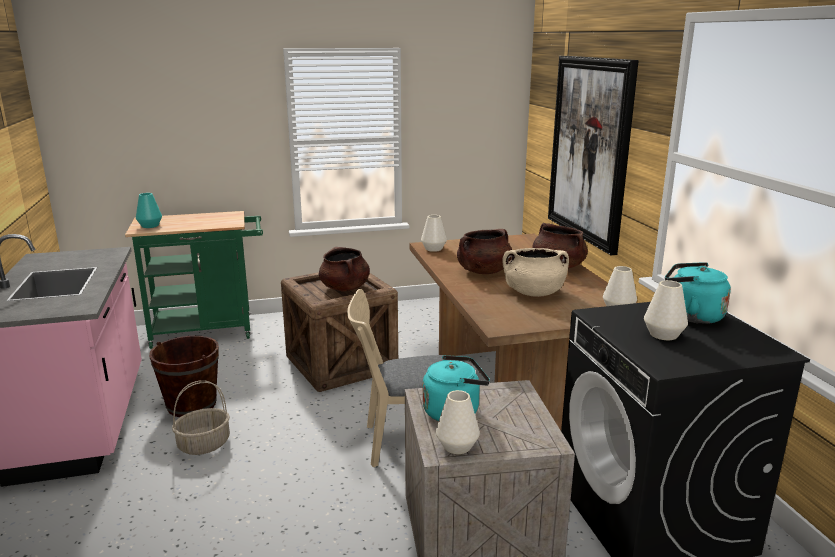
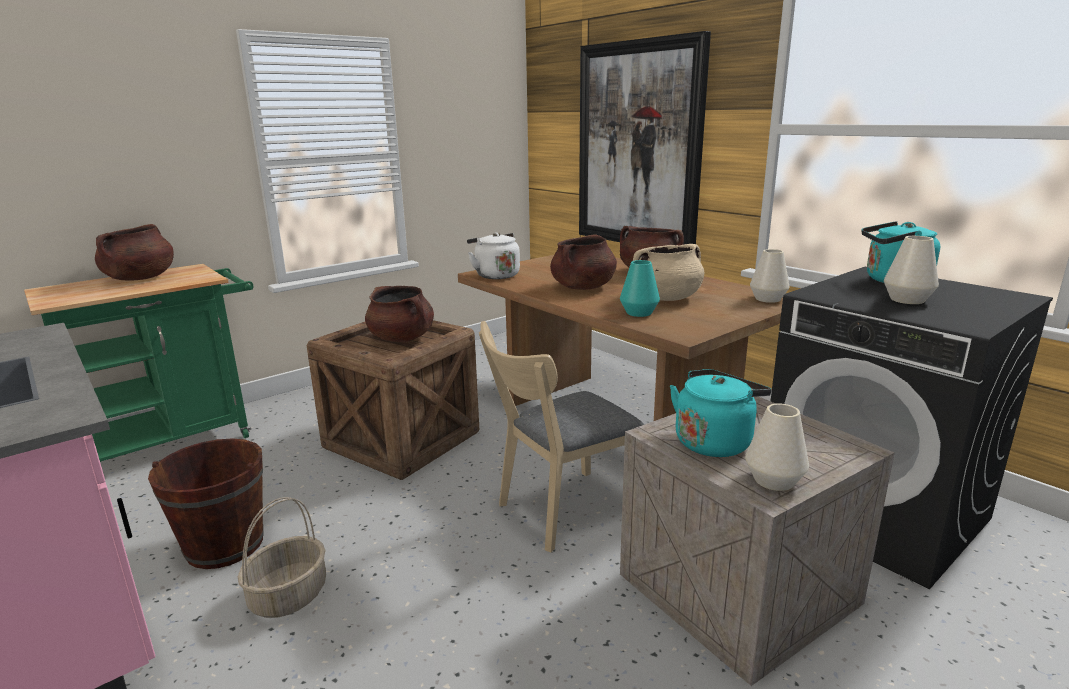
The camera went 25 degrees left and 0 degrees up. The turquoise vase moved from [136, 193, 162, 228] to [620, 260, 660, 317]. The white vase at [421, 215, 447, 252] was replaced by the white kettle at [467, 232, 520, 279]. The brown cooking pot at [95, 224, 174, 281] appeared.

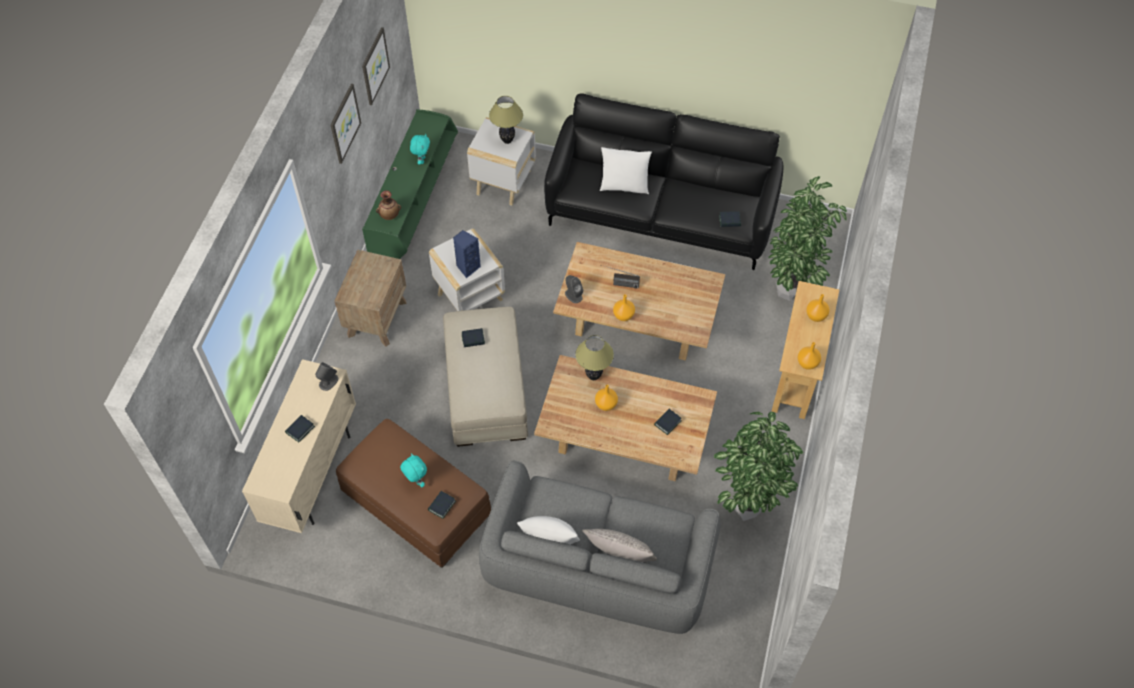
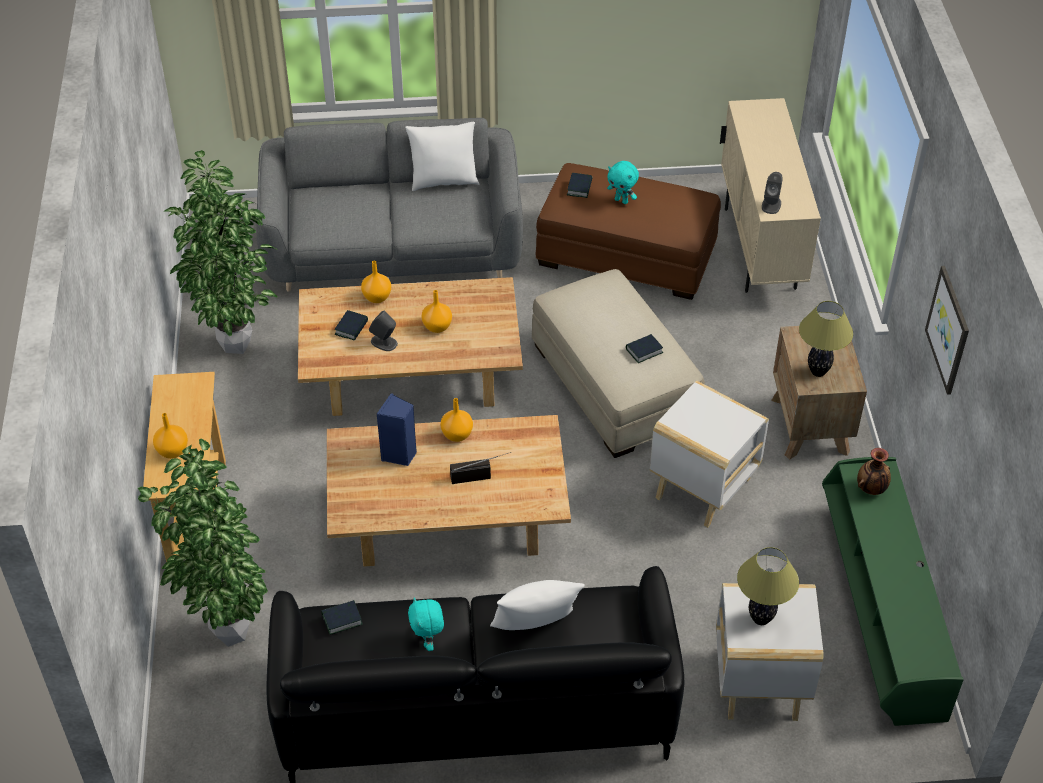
The camera went 160 degrees right and 10 degrees down. The book at [285, 415, 315, 442] disappeared. The picture at [362, 27, 390, 105] disappeared. The turquoise plush toy moved from [410, 134, 430, 164] to [408, 597, 444, 651]. The blue speaker moved from [453, 230, 481, 278] to [377, 393, 417, 466]. The grey speaker moved from [565, 275, 583, 303] to [369, 310, 398, 351]. The table lamp moved from [575, 335, 614, 380] to [799, 301, 853, 377]. The grey pillow at [582, 529, 657, 562] disappeared. The orange vase moved from [797, 342, 821, 370] to [361, 260, 391, 303].

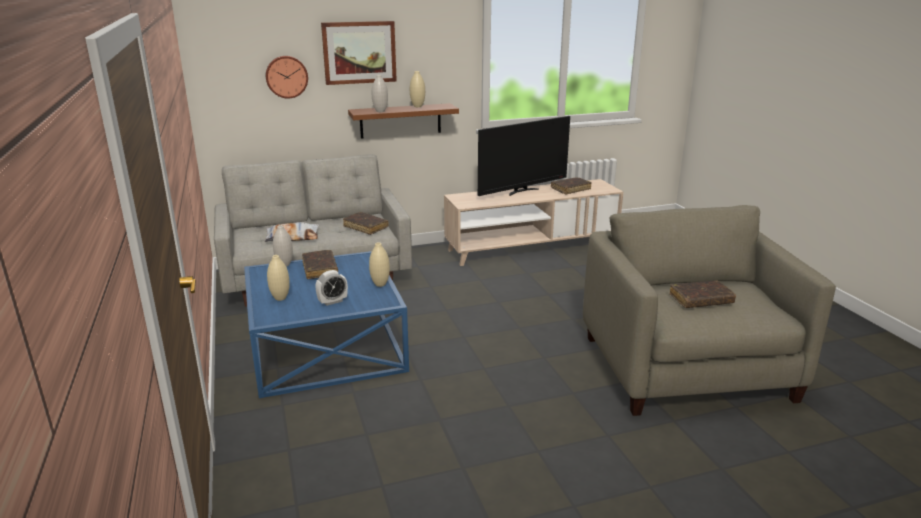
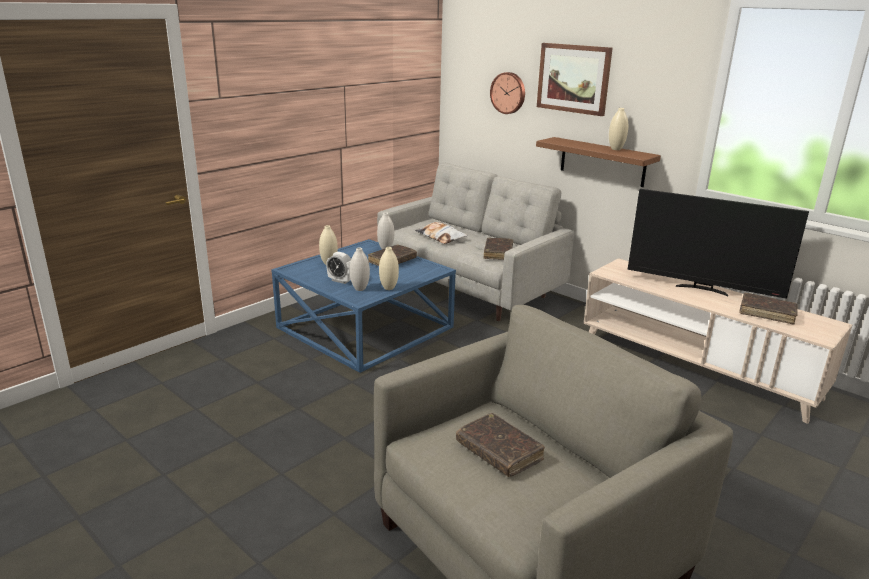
The camera went 60 degrees right and 0 degrees up. The white vase moved from [372, 75, 388, 112] to [350, 247, 370, 291].

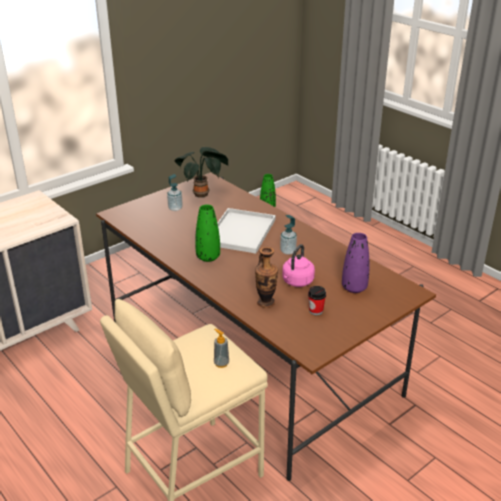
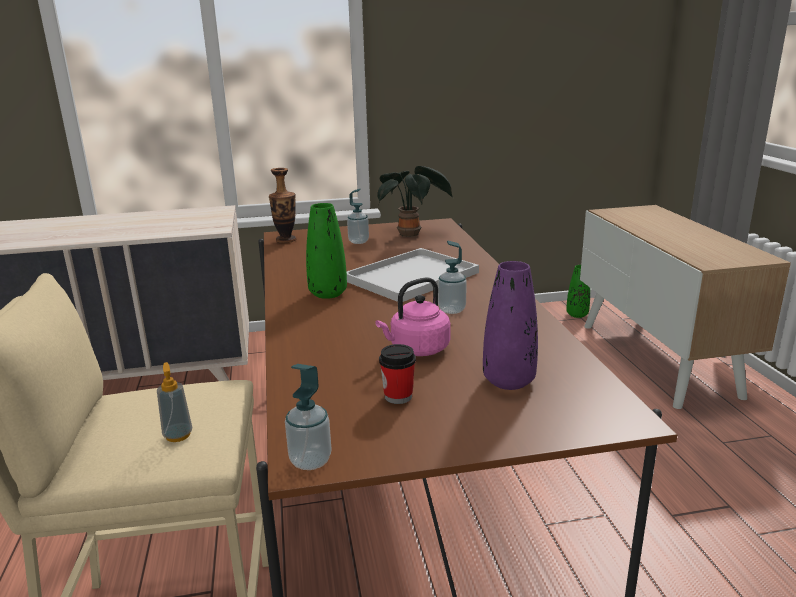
The camera went 30 degrees right and 10 degrees down. The vase moved from [255, 247, 278, 308] to [269, 168, 296, 243]. The soap dispenser at [285, 364, 332, 470] appeared. The cabinet at [580, 205, 791, 409] appeared.

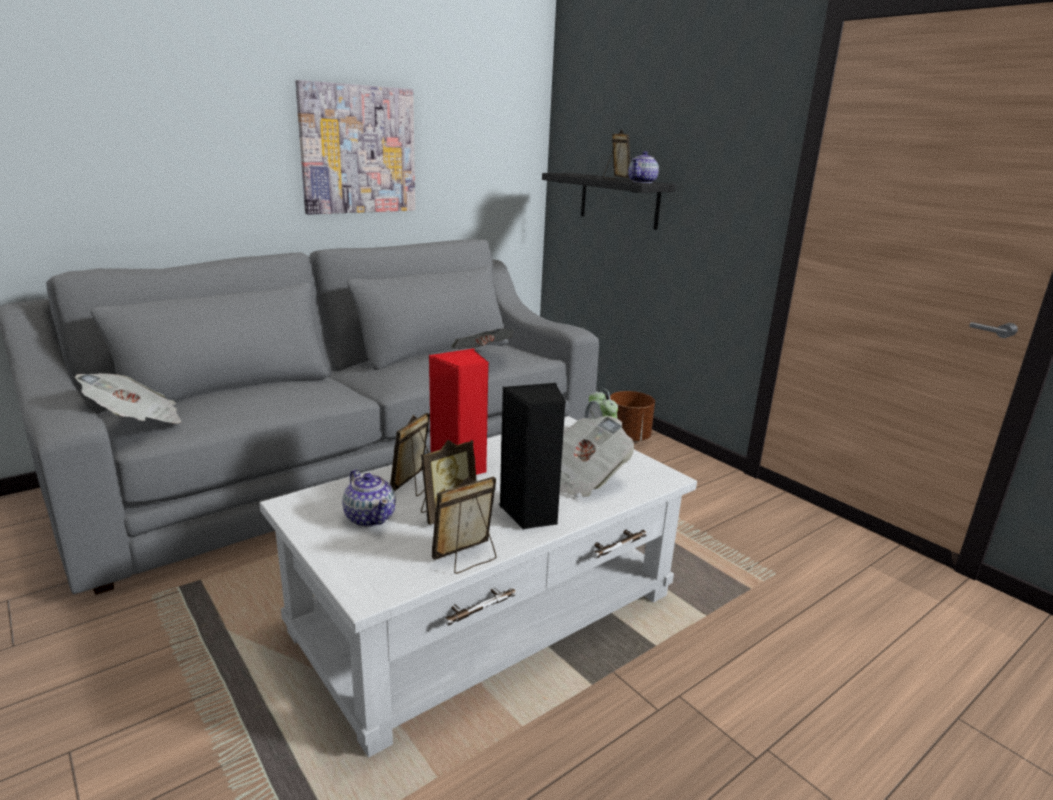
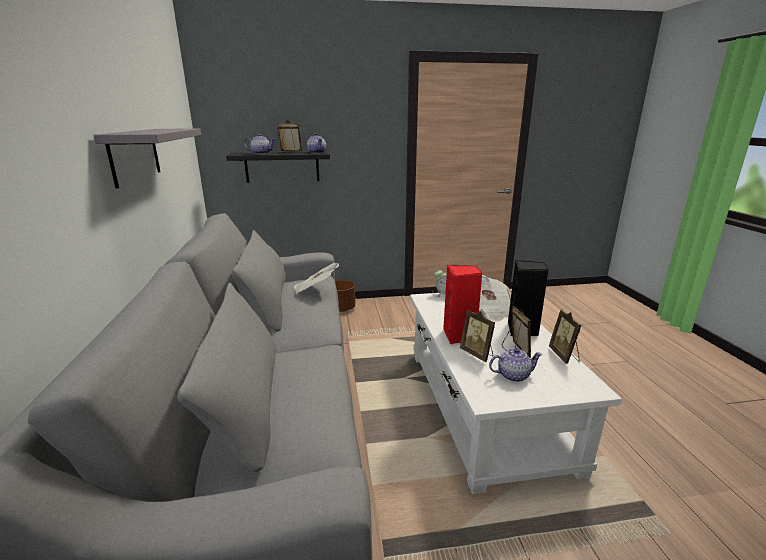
The camera went 60 degrees left and 0 degrees up. The newspaper at [75, 373, 181, 423] disappeared. The picture at [295, 80, 415, 215] was replaced by the grey shelf at [93, 128, 201, 189]. The teapot at [244, 134, 275, 154] appeared.

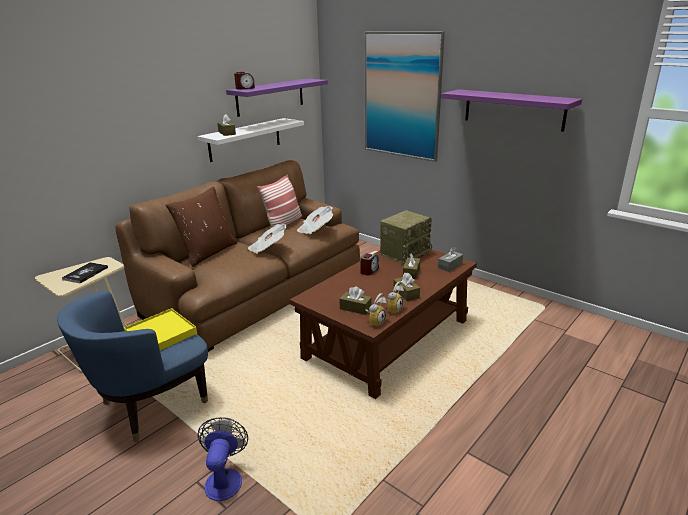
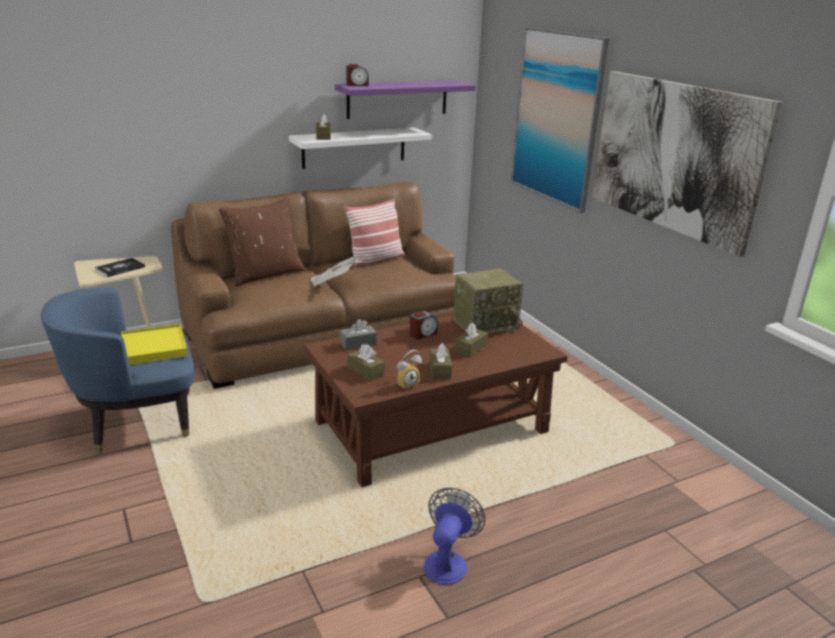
The camera went 20 degrees right and 0 degrees up. The fan moved from [198, 417, 248, 501] to [424, 488, 485, 585]. The newspaper at [297, 206, 333, 234] disappeared. The alarm clock at [365, 293, 387, 326] disappeared. The grey tissue box moved from [438, 247, 463, 272] to [340, 319, 377, 350]. The purple shelf at [441, 89, 582, 132] was replaced by the picture at [592, 71, 782, 257].

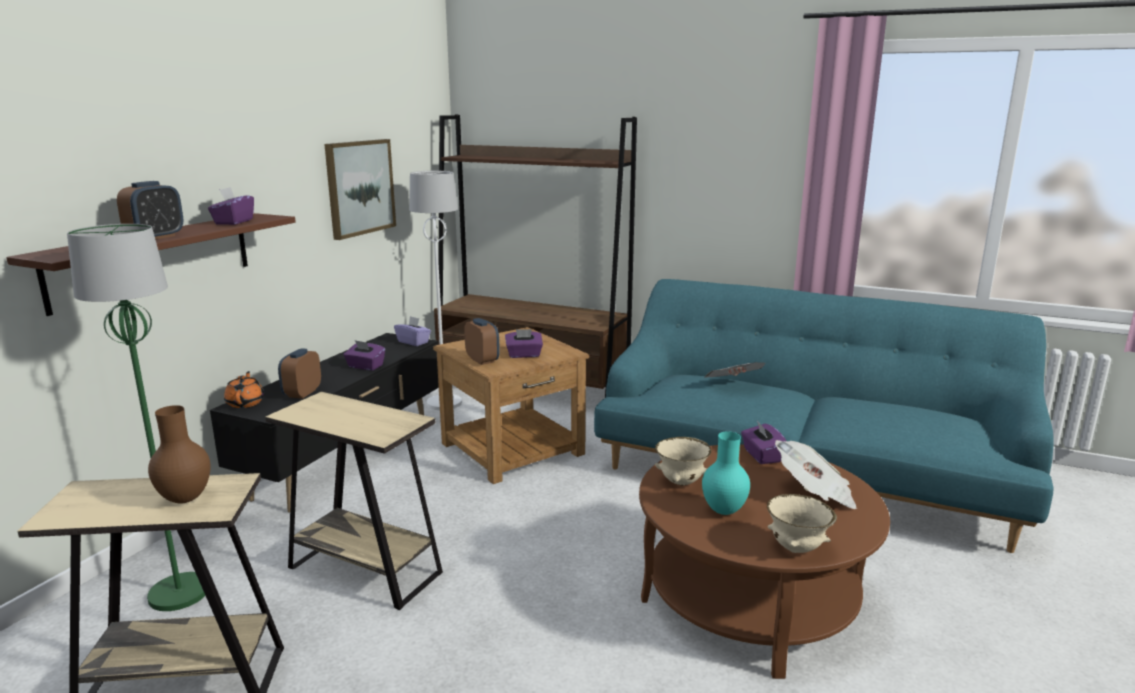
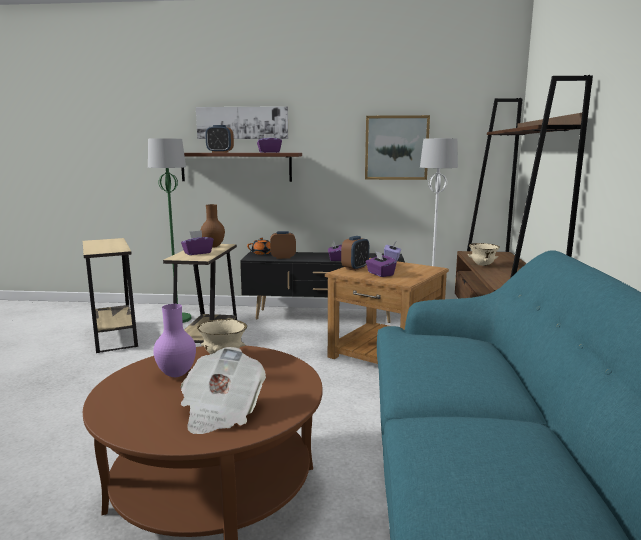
The camera went 70 degrees right and 5 degrees down. The brown vase moved from [148, 405, 210, 504] to [201, 204, 225, 248]. The turquoise vase at [702, 431, 750, 515] became the purple vase at [153, 304, 196, 377]. The newspaper at [705, 362, 766, 377] disappeared. The purple tissue box moved from [741, 421, 786, 464] to [181, 230, 214, 255]. The beige bowl moved from [767, 494, 837, 553] to [468, 243, 500, 266]. The picture at [196, 106, 288, 139] appeared.

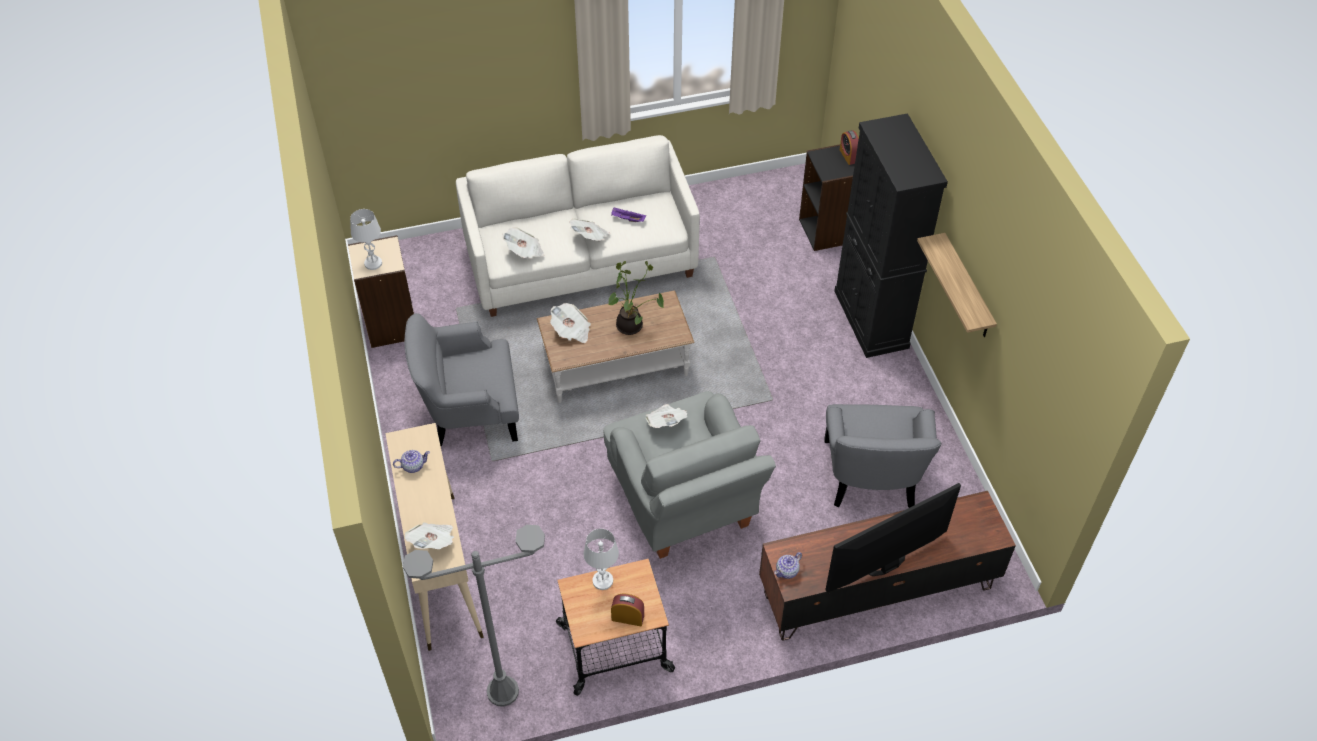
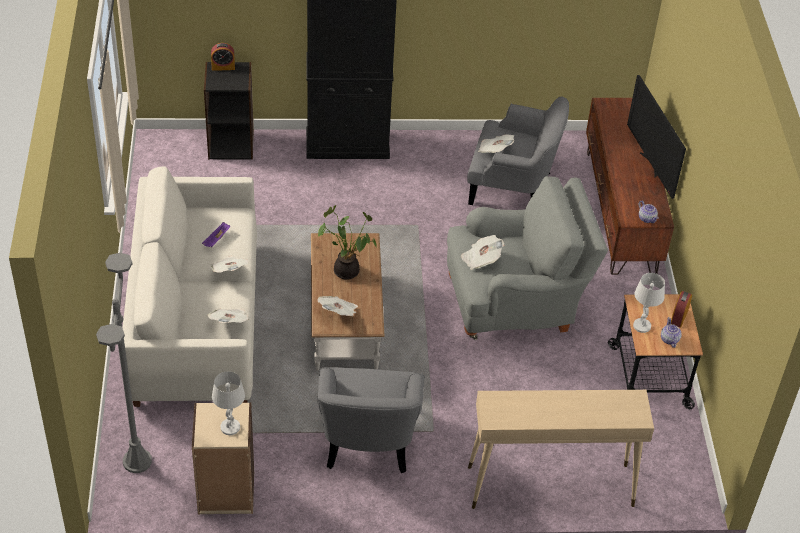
The camera went 80 degrees left and 5 degrees down. The teapot moved from [393, 450, 430, 473] to [661, 317, 681, 348]. The grey floor lamp moved from [403, 525, 545, 707] to [96, 253, 152, 473]. The newspaper moved from [405, 522, 454, 549] to [478, 134, 514, 153]. The shelf at [917, 233, 997, 337] disappeared.

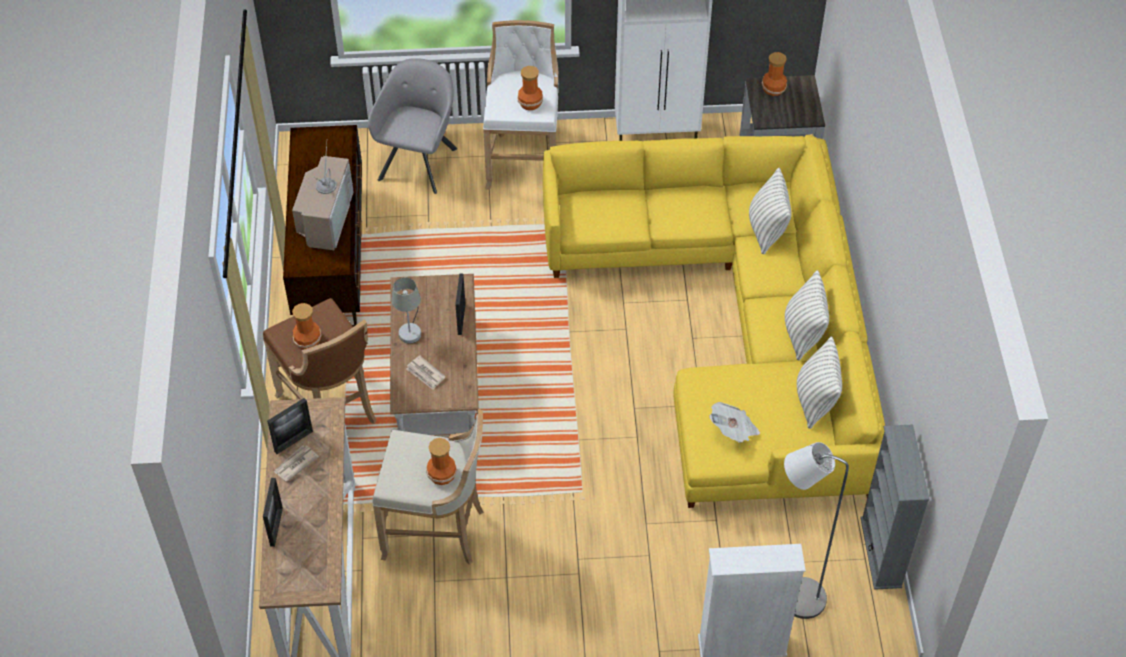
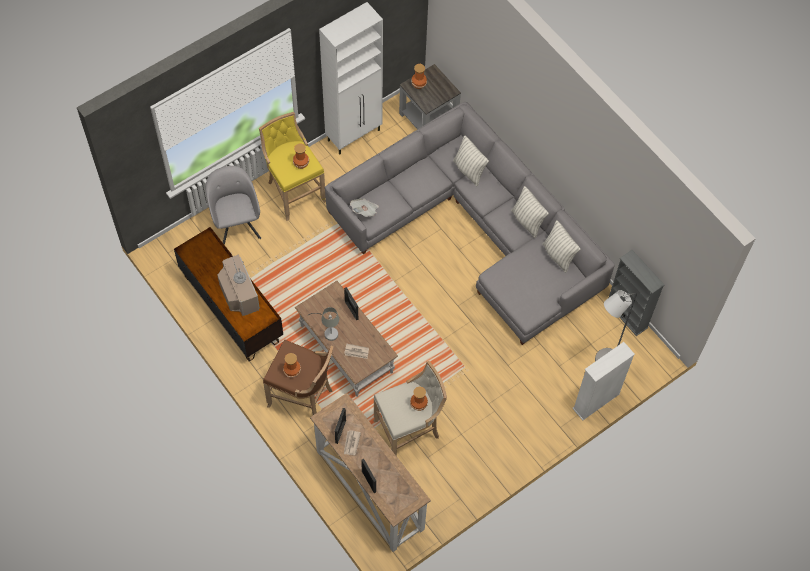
The camera went 35 degrees left and 10 degrees up. The white stool at [483, 20, 558, 190] became the yellow stool at [259, 112, 326, 221]. The yellow sofa at [543, 135, 885, 508] became the grey sofa at [325, 102, 615, 345]. The newspaper moved from [709, 402, 760, 443] to [350, 198, 379, 217].

